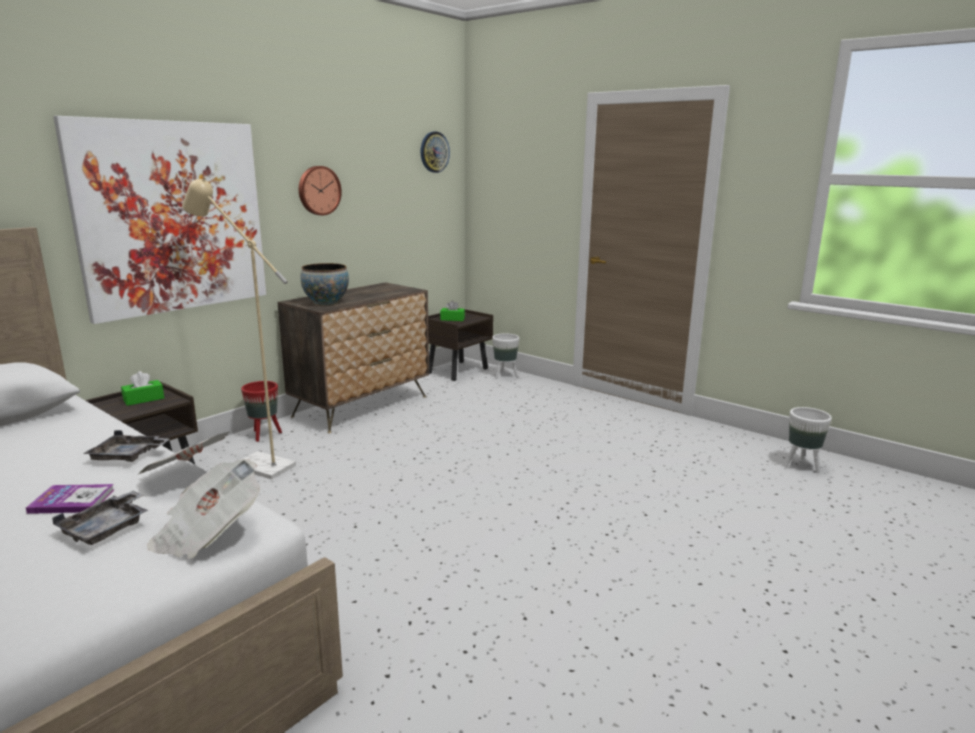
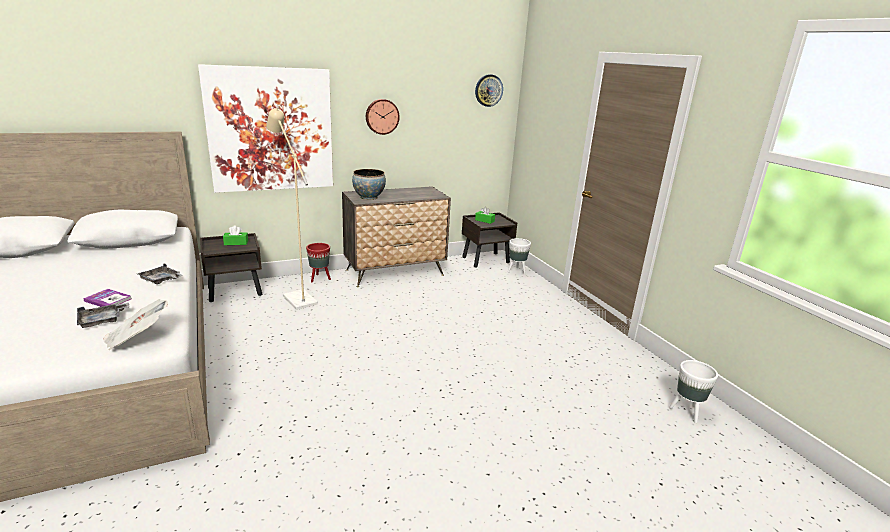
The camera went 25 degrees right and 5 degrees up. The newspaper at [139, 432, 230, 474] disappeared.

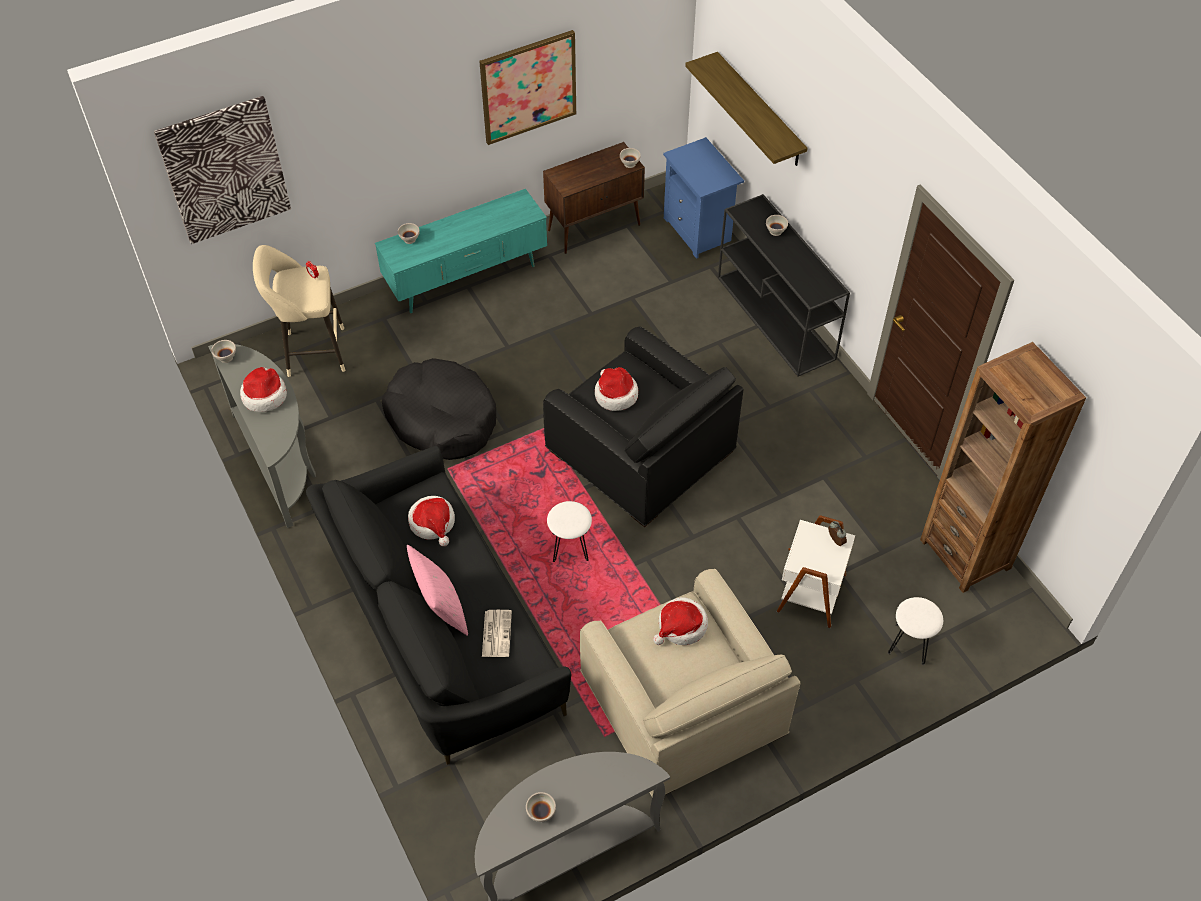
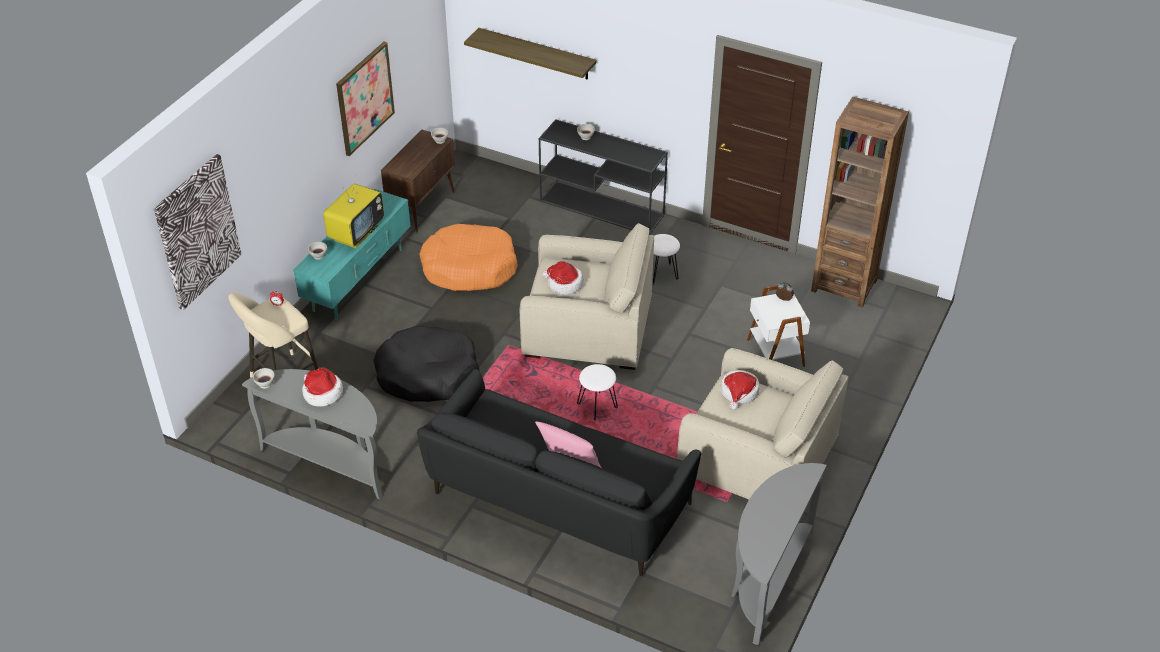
The camera went 35 degrees left and 10 degrees down. The hat at [408, 496, 455, 546] disappeared. The newspaper at [482, 610, 512, 657] disappeared. The white bowl at [526, 792, 556, 822] disappeared. The black armchair at [543, 326, 743, 527] became the beige armchair at [520, 223, 654, 370]. The blue nightstand at [663, 137, 744, 259] disappeared. The white stool moved from [888, 597, 943, 665] to [653, 234, 680, 285]. The television at [323, 175, 384, 248] appeared. The orange dog bed at [419, 224, 518, 291] appeared.

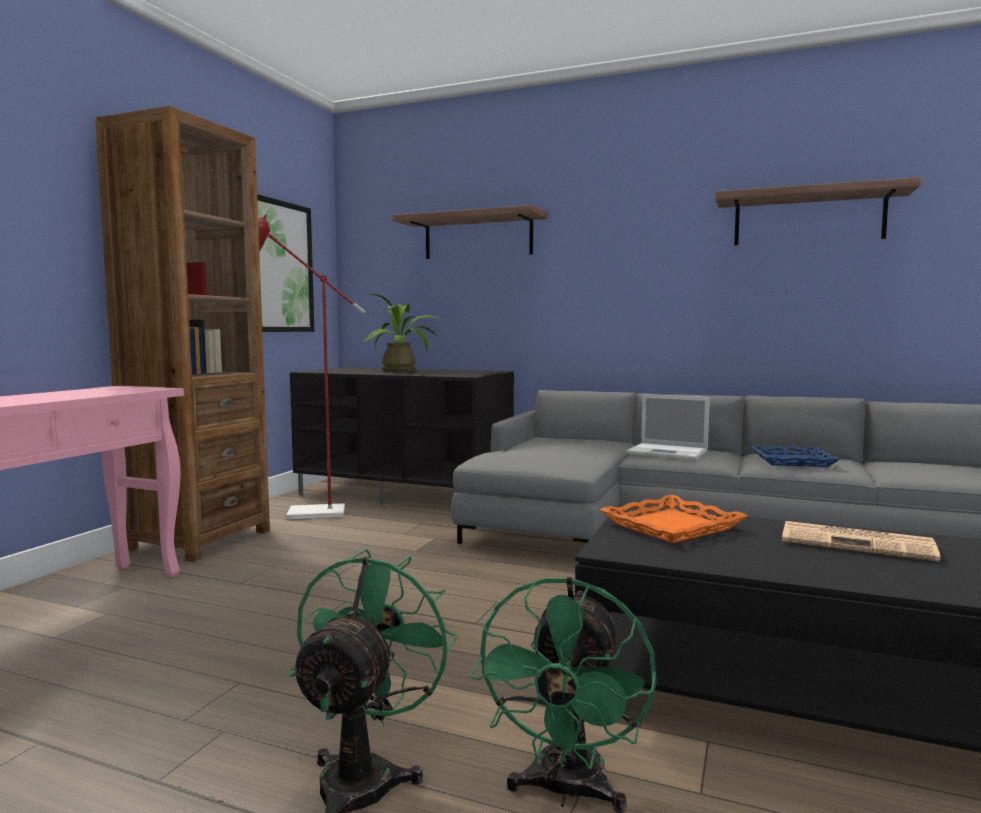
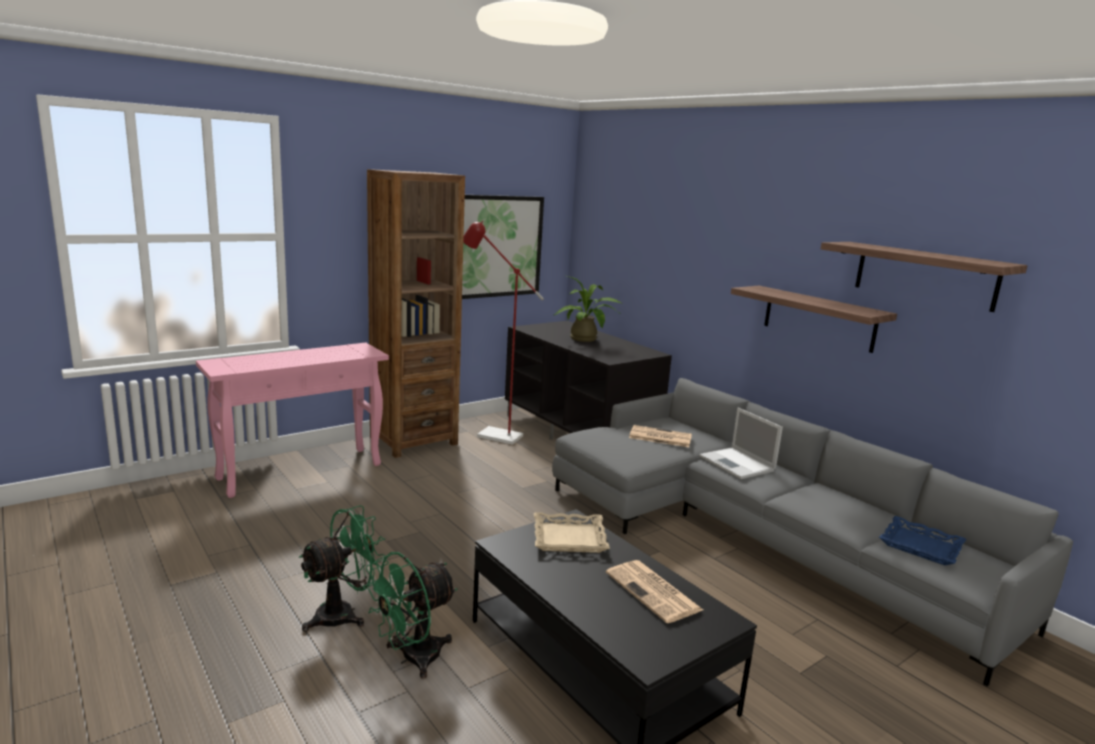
The camera went 30 degrees right and 10 degrees up. The shelf moved from [393, 205, 548, 259] to [731, 286, 897, 353]. The orange tray at [600, 494, 747, 543] became the beige tray at [534, 512, 610, 553]. The blue tray moved from [750, 445, 840, 467] to [879, 516, 966, 565]. The newspaper at [629, 425, 692, 447] appeared.

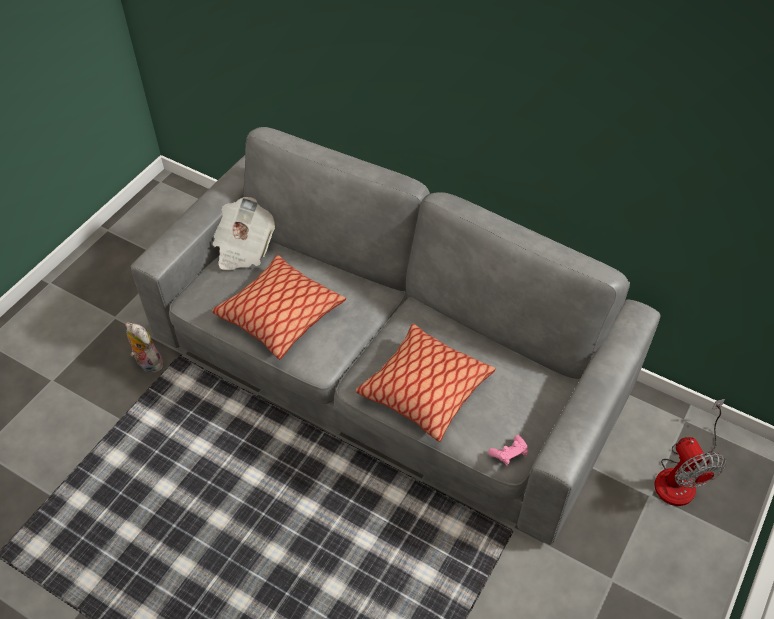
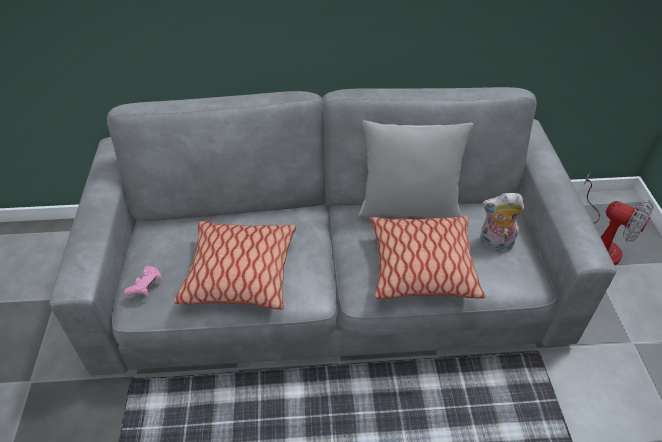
The camera went 35 degrees left and 5 degrees down. The plush toy moved from [125, 322, 165, 373] to [480, 193, 524, 251]. The newspaper at [213, 197, 275, 270] disappeared. The pink game controller moved from [488, 435, 528, 466] to [124, 266, 162, 296]. The grey pillow at [359, 120, 474, 218] appeared.

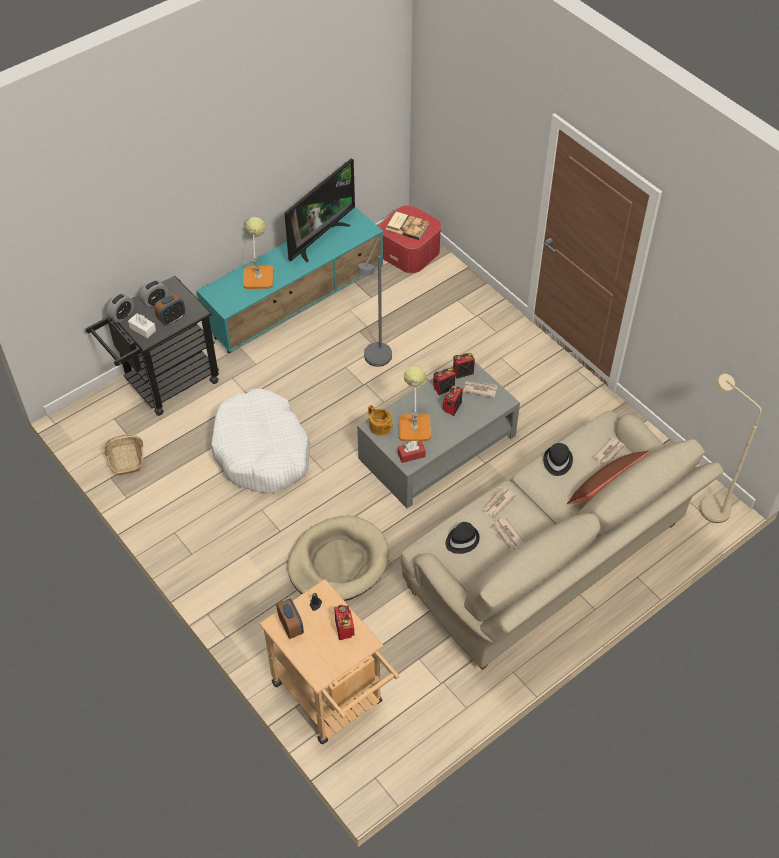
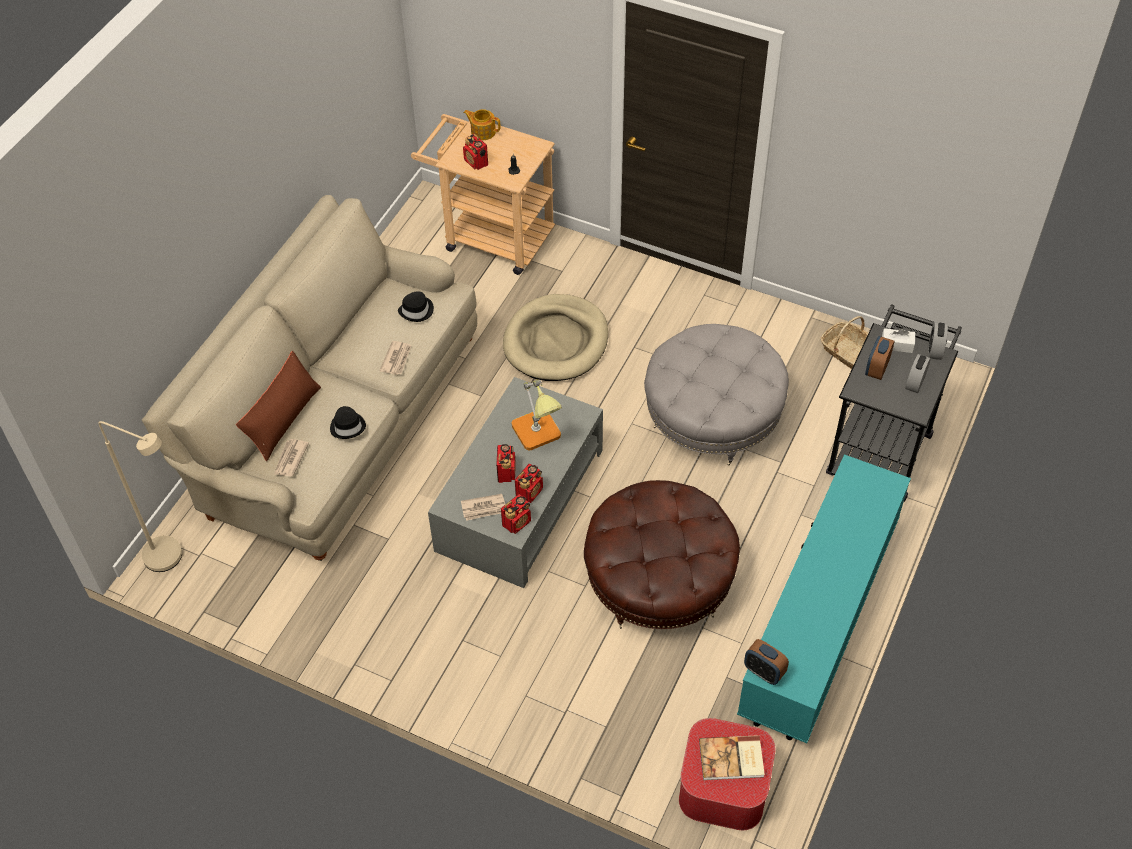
The camera went 155 degrees right and 0 degrees up. The white dog bed at [211, 389, 310, 494] was replaced by the grey ottoman at [644, 324, 789, 466]. The table lamp at [243, 217, 273, 289] disappeared. The alarm clock moved from [276, 599, 304, 639] to [744, 639, 789, 685]. The television at [284, 158, 355, 262] disappeared. The grey floor lamp at [357, 239, 392, 366] was replaced by the brown ottoman at [584, 480, 740, 629]. The teapot moved from [368, 405, 393, 436] to [463, 109, 500, 140]. The red tissue box at [398, 441, 426, 463] disappeared. The newspaper at [490, 516, 525, 552] disappeared.

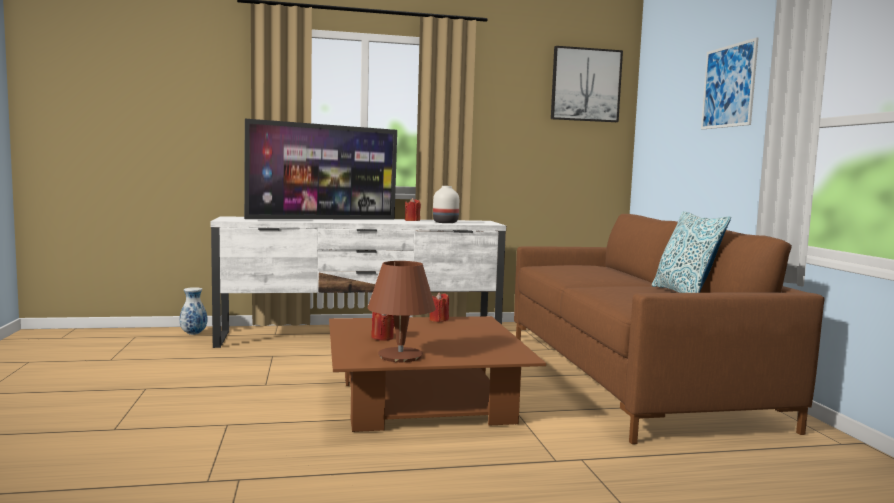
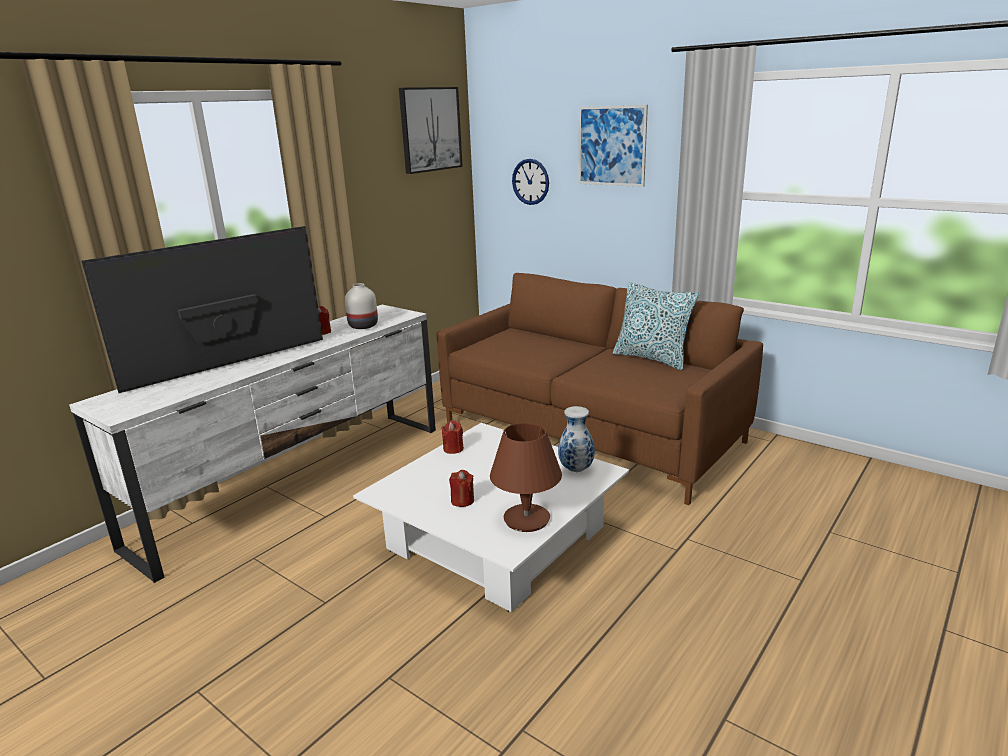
The camera went 40 degrees left and 15 degrees up. The vase moved from [179, 287, 207, 335] to [558, 406, 595, 472]. The television at [244, 119, 397, 220] turned 150 degrees counterclockwise. The brown coffee table at [329, 316, 546, 432] became the white coffee table at [353, 423, 629, 612]. The wall clock at [512, 159, 549, 205] appeared.

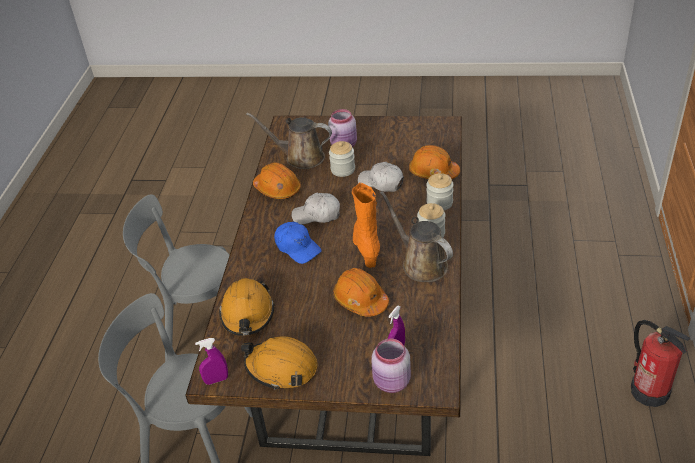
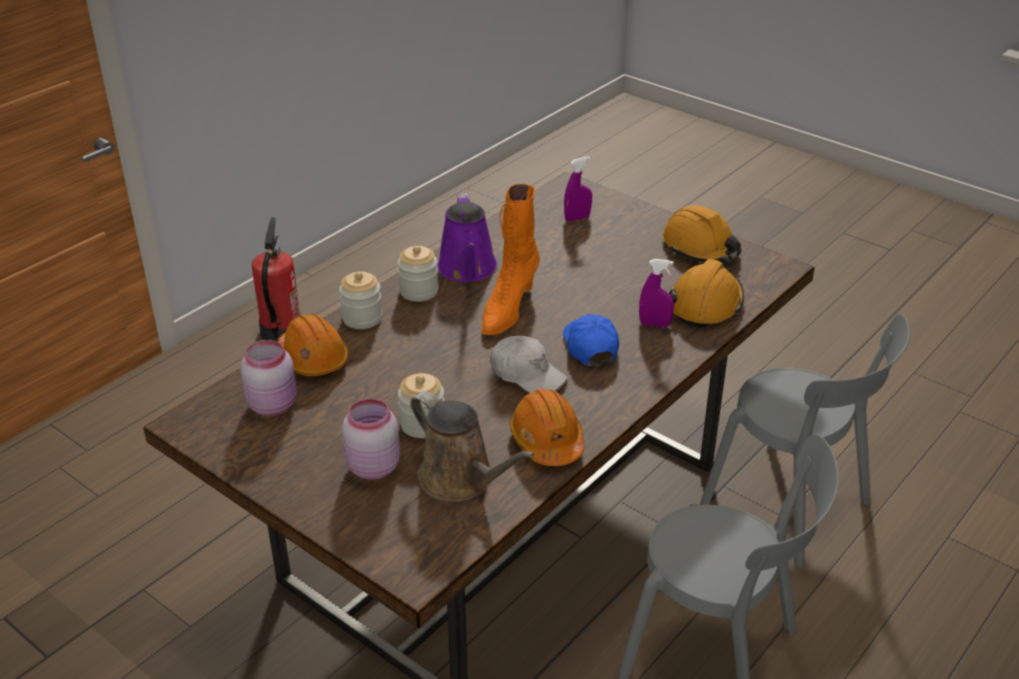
The camera went 150 degrees left and 5 degrees down. The purple spray bottle moved from [195, 338, 228, 385] to [639, 259, 674, 327]. The orange hard hat at [333, 268, 389, 317] disappeared. The white cap at [358, 162, 404, 192] disappeared. The pink jar moved from [371, 339, 411, 393] to [241, 340, 297, 416]. The brown watering can at [380, 191, 453, 282] became the purple watering can at [437, 193, 497, 282].

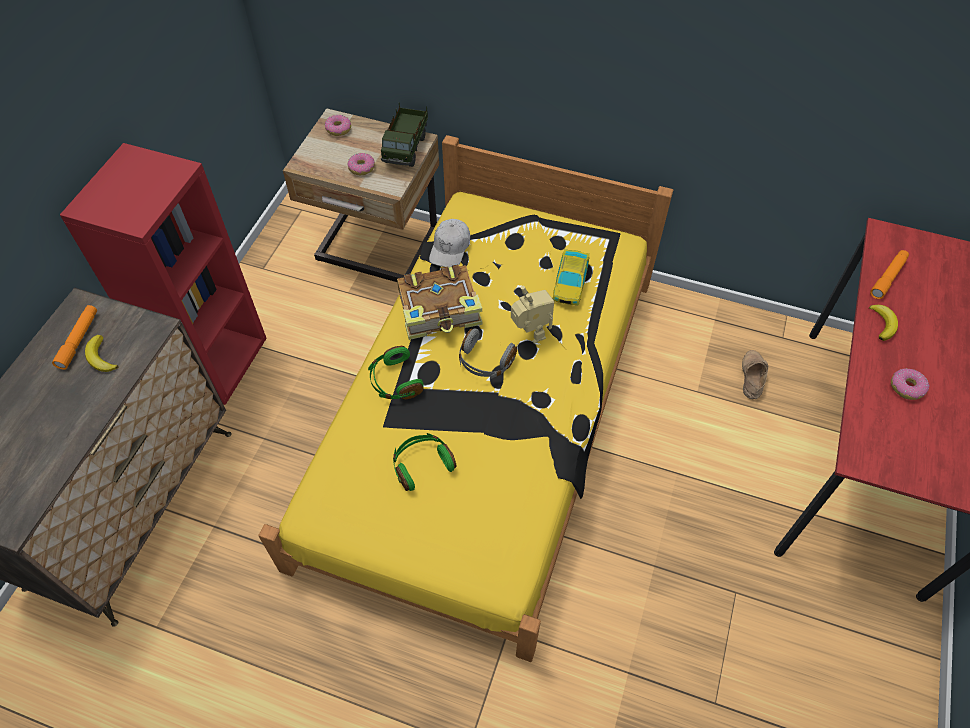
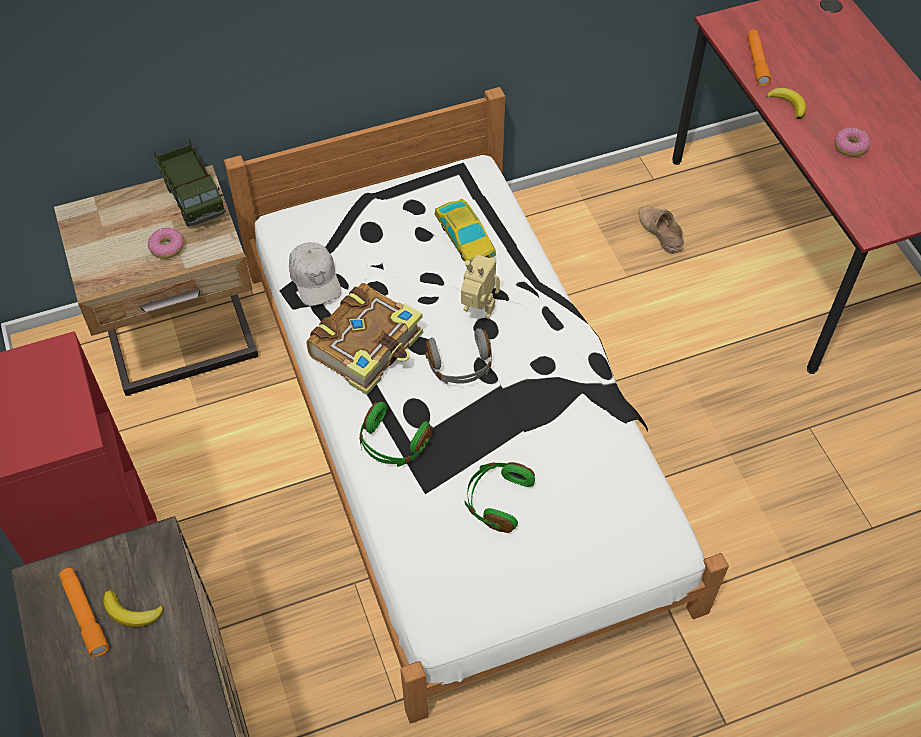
The camera went 40 degrees left and 0 degrees up. The yellow bed at [258, 135, 673, 662] became the white bed at [224, 87, 729, 723]. The donut at [325, 115, 351, 136] disappeared.

